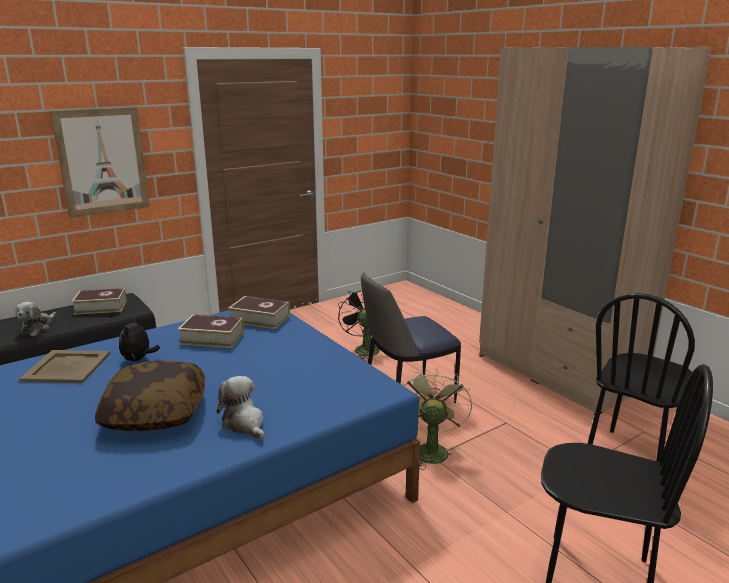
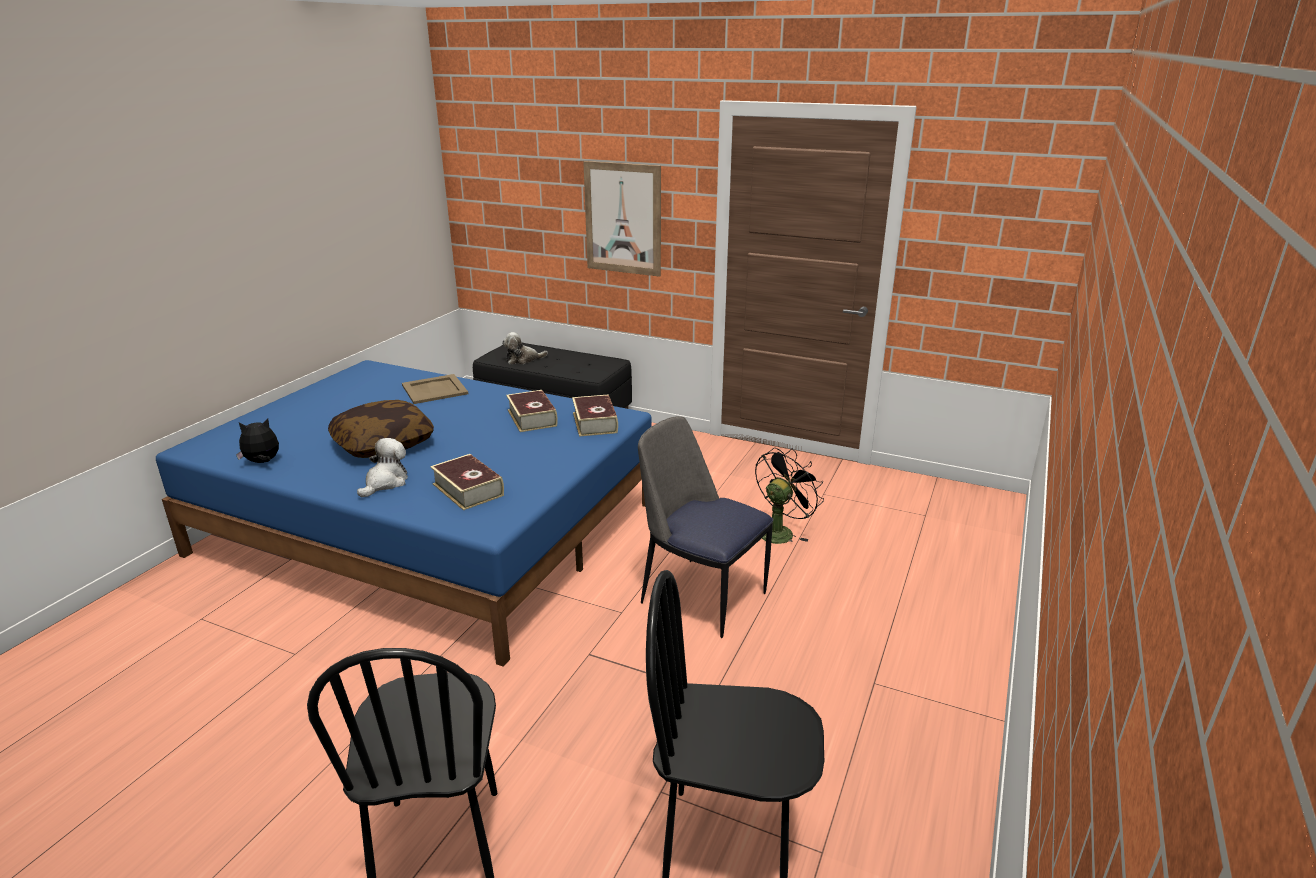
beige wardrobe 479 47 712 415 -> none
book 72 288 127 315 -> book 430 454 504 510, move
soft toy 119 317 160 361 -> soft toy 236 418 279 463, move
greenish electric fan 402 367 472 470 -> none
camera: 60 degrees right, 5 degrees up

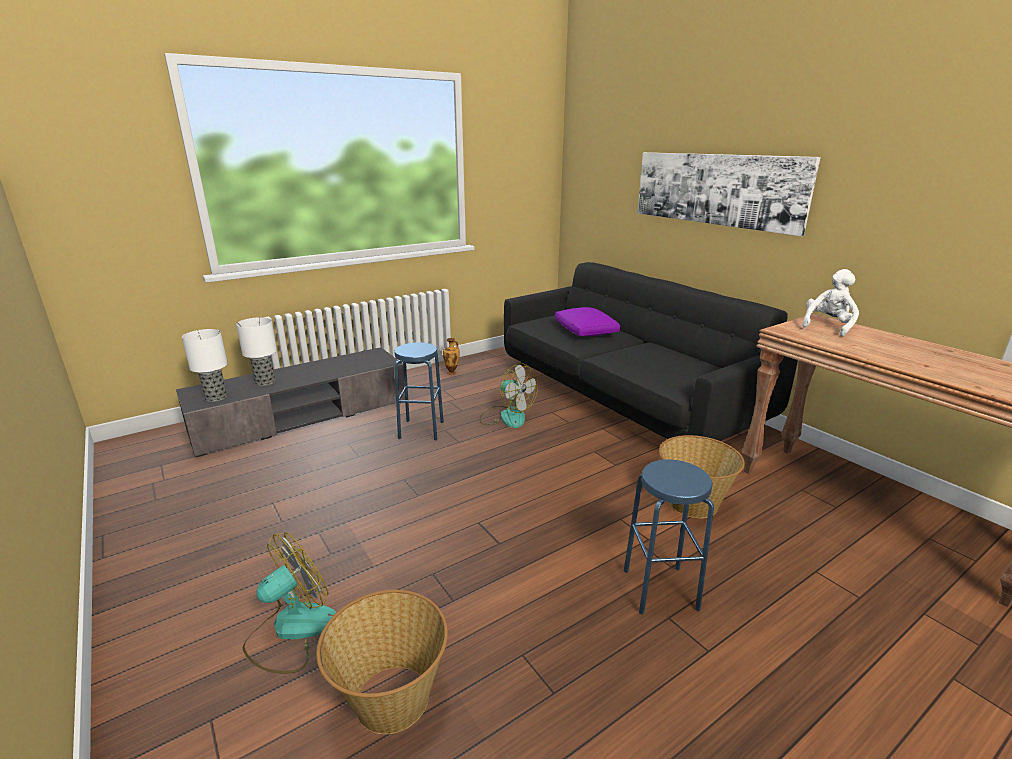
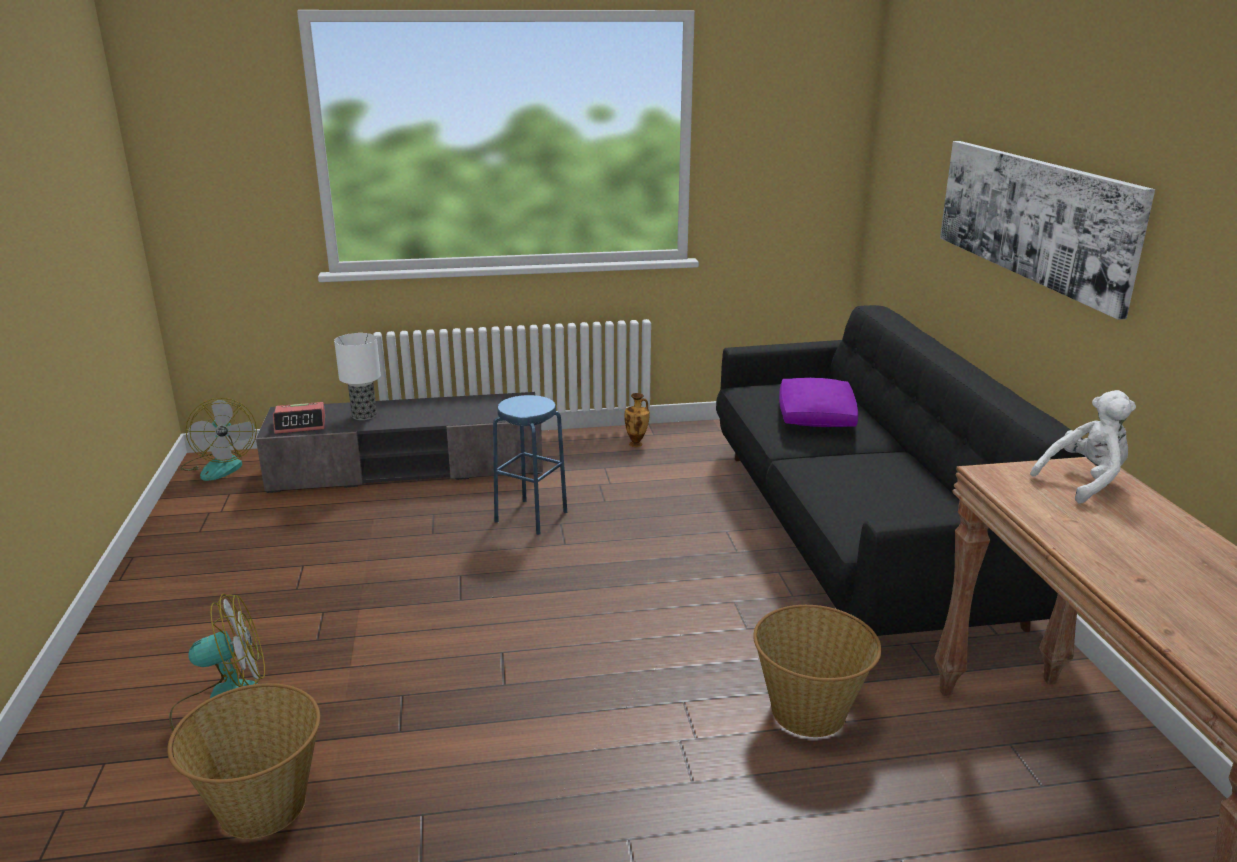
table lamp 182 329 227 402 -> alarm clock 273 402 325 434
electric fan 480 363 538 428 -> electric fan 180 398 257 481, move
blue-coloured stool seat 624 459 714 615 -> none
camera: 25 degrees right, 0 degrees up

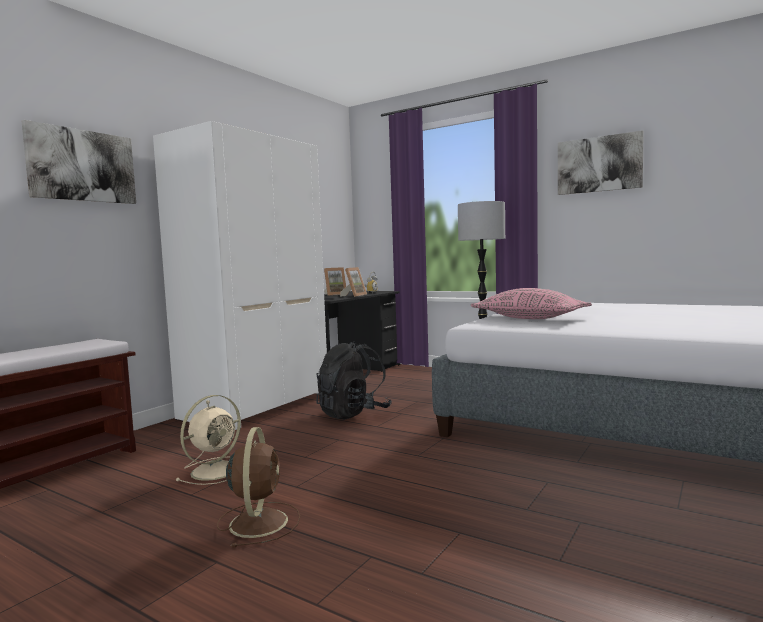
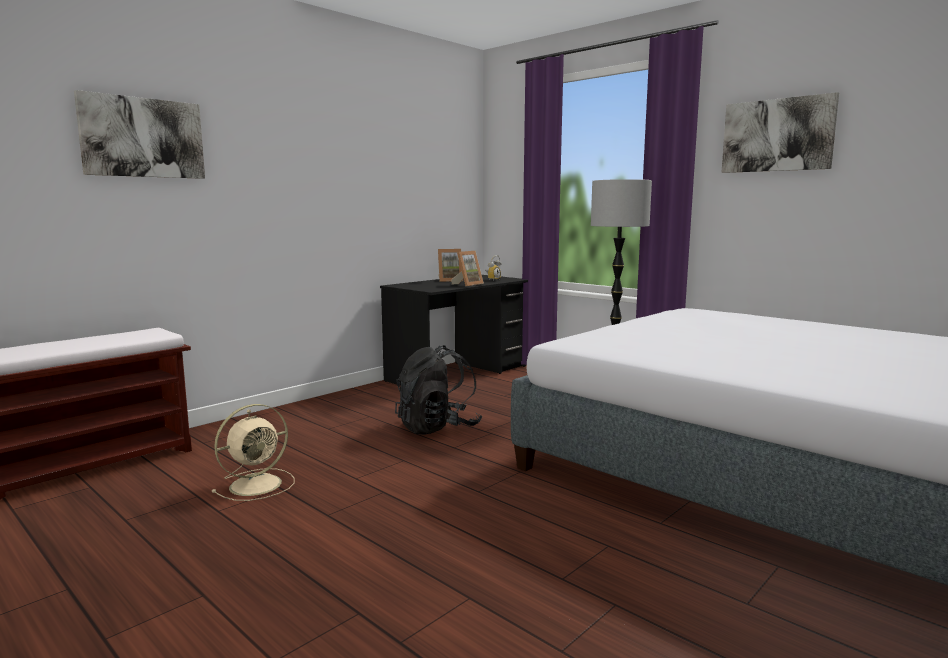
whitish wardrobe 153 121 327 430 -> none
pinkish cushion 470 288 592 319 -> none
brownish electric fan 217 427 300 547 -> none
camera: 10 degrees right, 5 degrees up

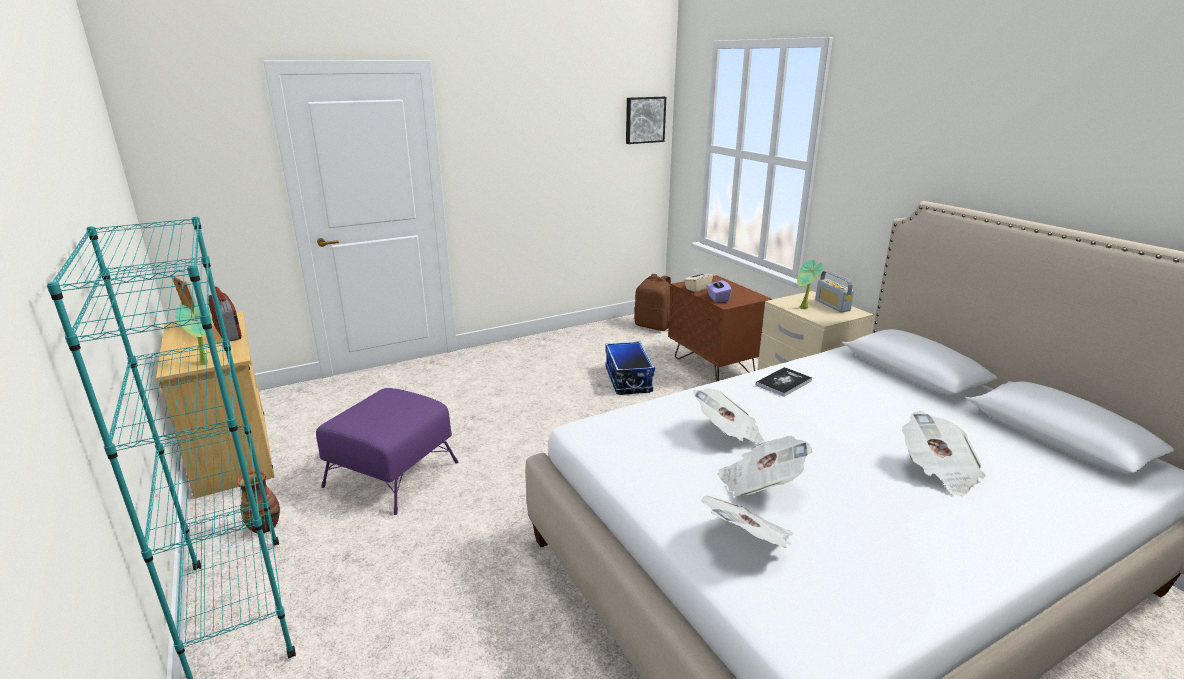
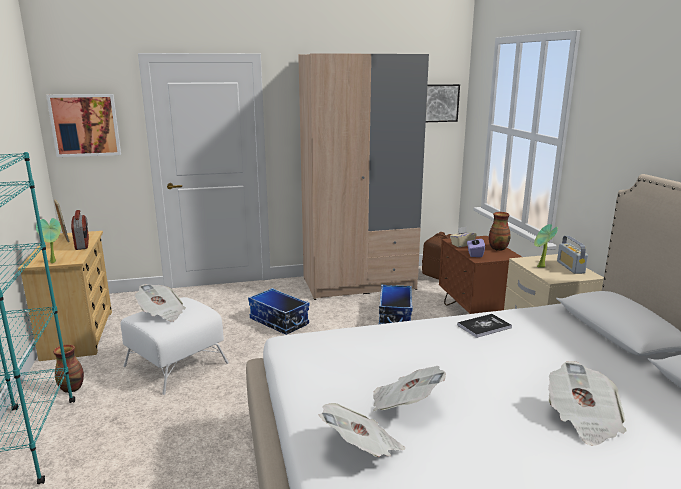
purplish footrest 316 388 459 515 -> whitish footrest 121 297 229 395
newspaper 693 388 765 444 -> newspaper 135 284 186 322, move
none -> beige wardrobe 298 53 429 300
none -> wall picture 46 94 121 157
none -> flower vase 489 212 511 251
none -> storage box 248 288 310 335
camera: 15 degrees right, 5 degrees down

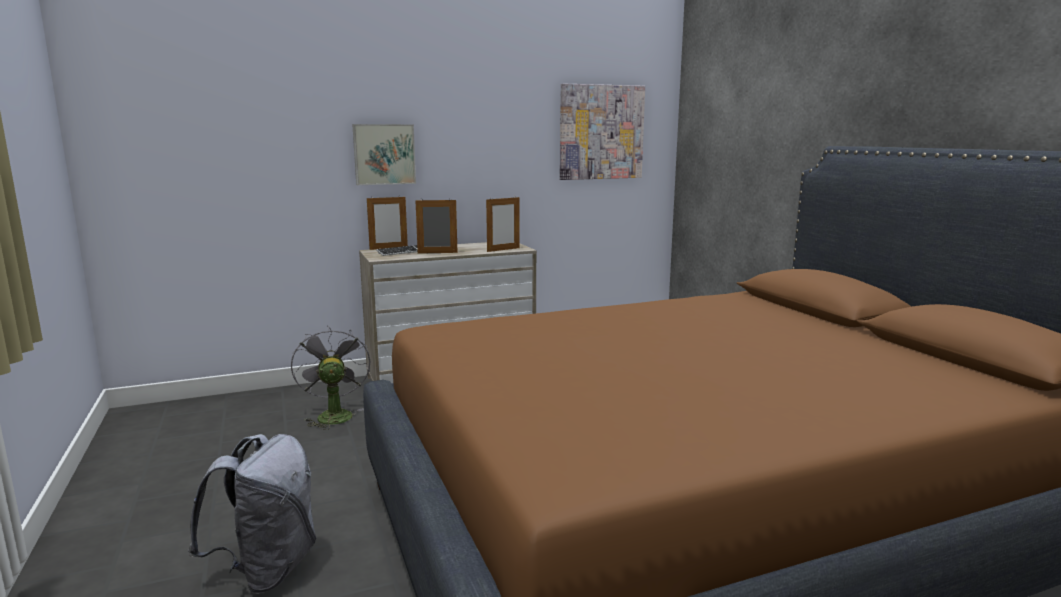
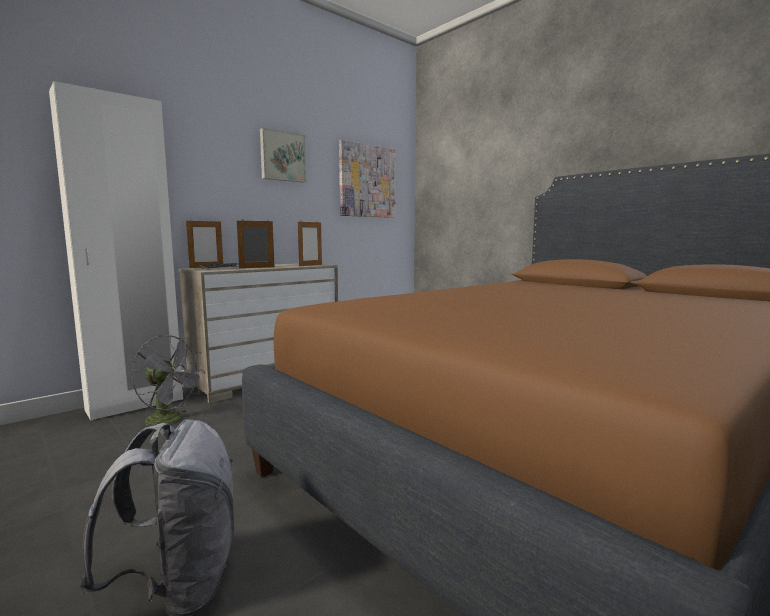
wall picture 352 124 416 185 -> wall picture 260 128 306 183, move
grey electric fan 291 325 371 430 -> grey electric fan 132 335 205 426, 150 degrees clockwise
none -> whitish wardrobe 49 81 183 421
camera: 20 degrees left, 5 degrees down

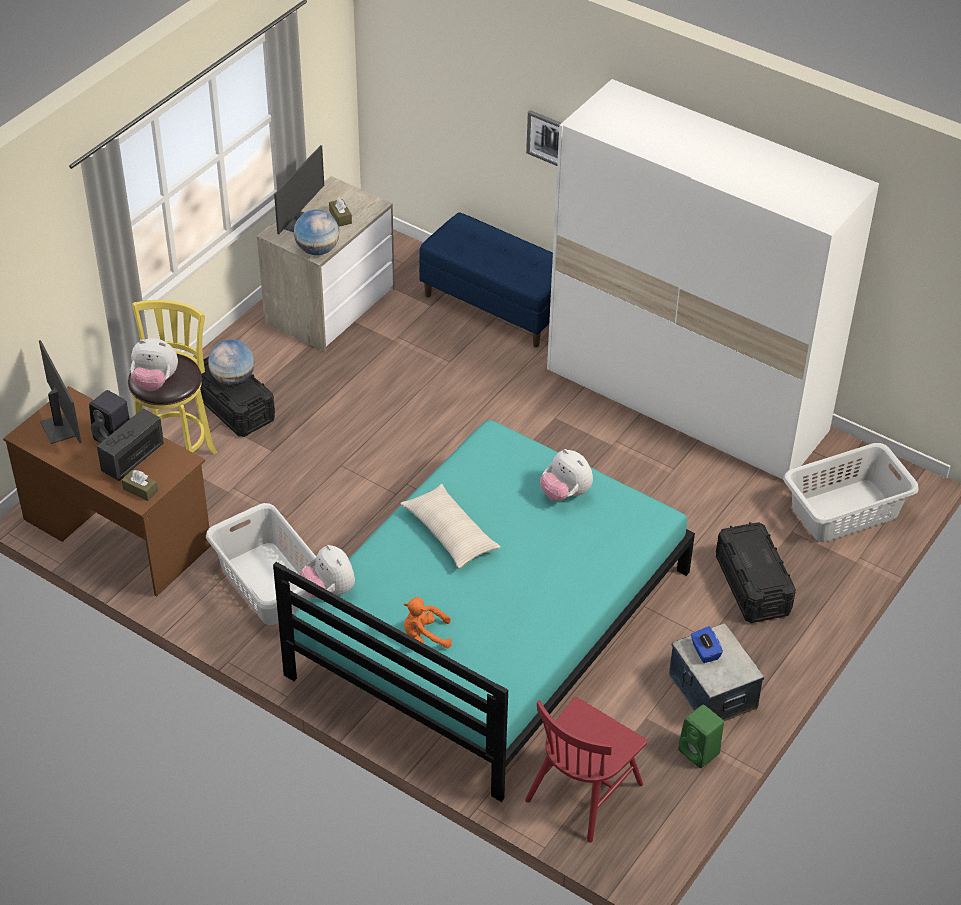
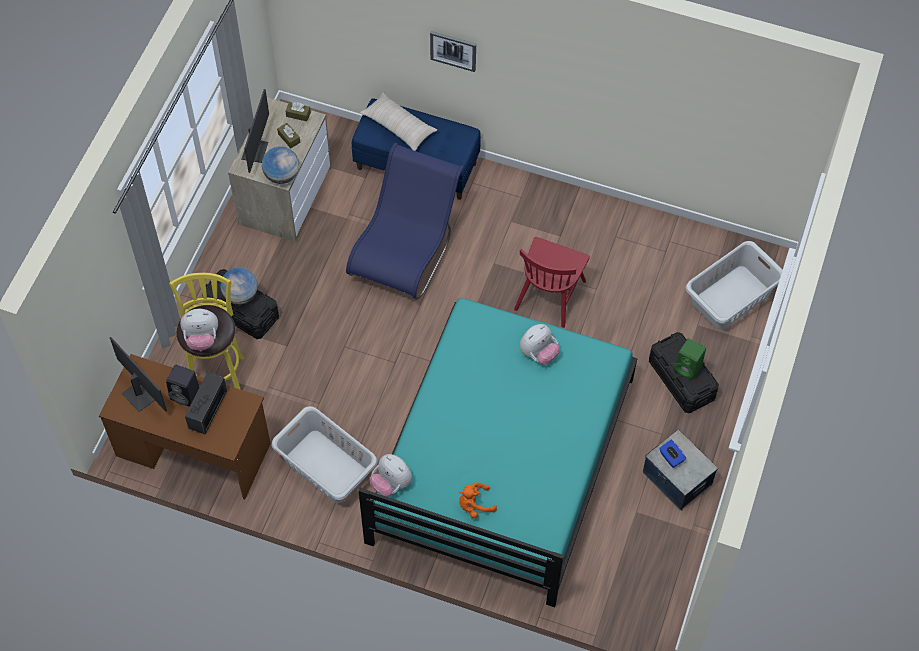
whitish wardrobe 547 79 879 479 -> none
soft toy 540 449 593 501 -> soft toy 519 324 560 365, 75 degrees counterclockwise
brownish tissue holder 122 470 158 501 -> brownish tissue holder 285 102 311 121, move
beige cushion 400 484 501 568 -> beige cushion 360 92 437 151, move
red-coloured plain chair 525 697 647 843 -> red-coloured plain chair 514 237 590 328, move
greenish audio speaker 678 705 724 768 -> greenish audio speaker 673 339 706 381, move
none -> blue-coloured plain chair 346 143 464 300
camera: 15 degrees left, 15 degrees up

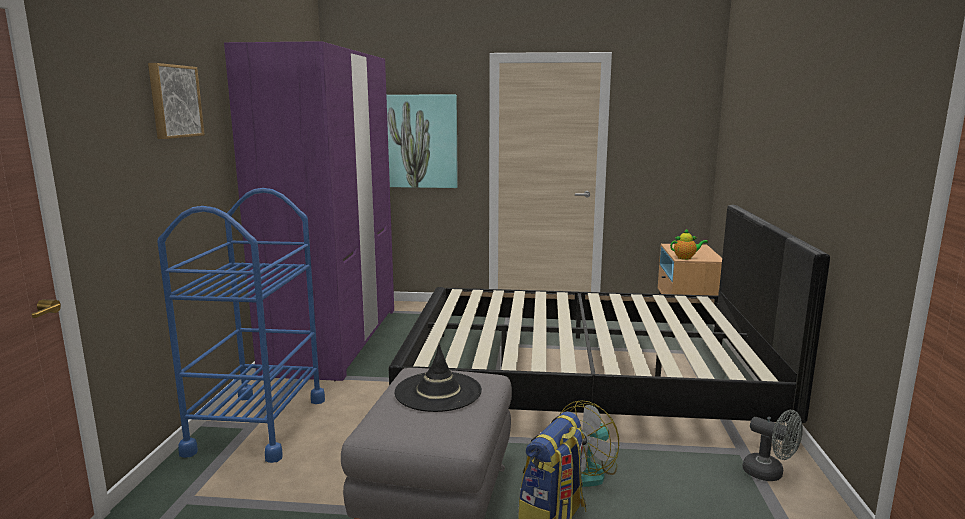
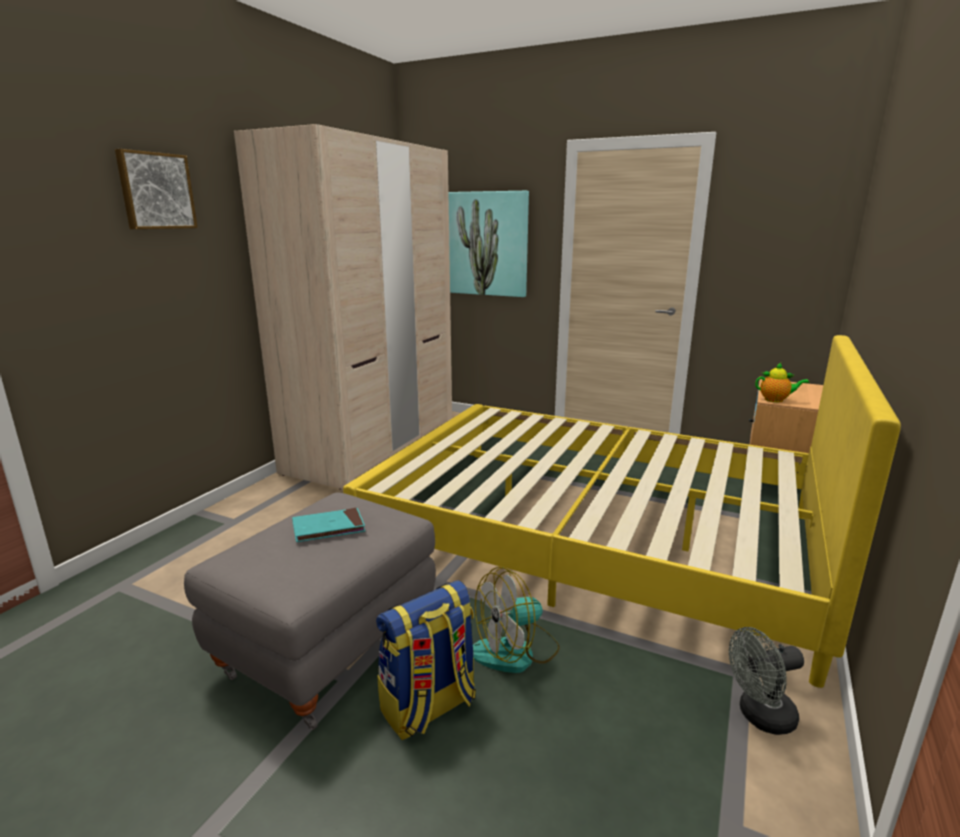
purplish wardrobe 224 41 394 381 -> beige wardrobe 234 124 452 489
blue-coloured cart 157 188 325 463 -> none
black sleeping bed 389 205 830 450 -> yellow-coloured sleeping bed 343 335 901 688
black clothing hat 394 344 482 412 -> turquoise-coloured book 292 508 365 542
grey electric fan 742 410 803 481 -> grey electric fan 729 627 804 735, 105 degrees clockwise
camera: 20 degrees right, 5 degrees up

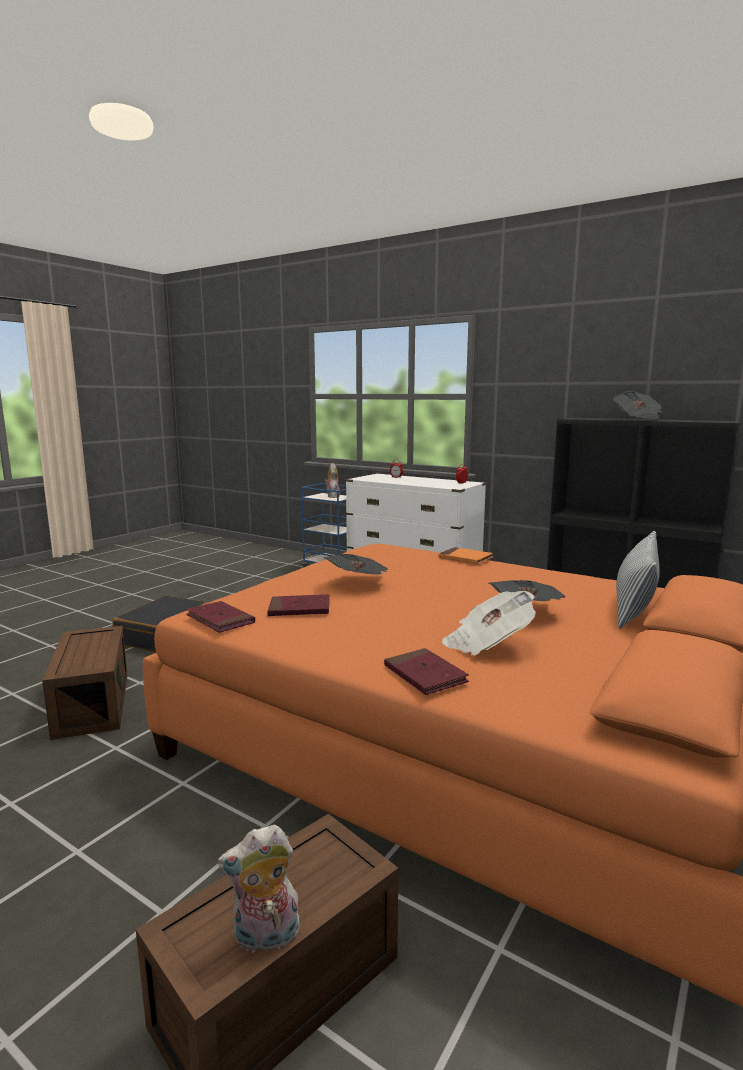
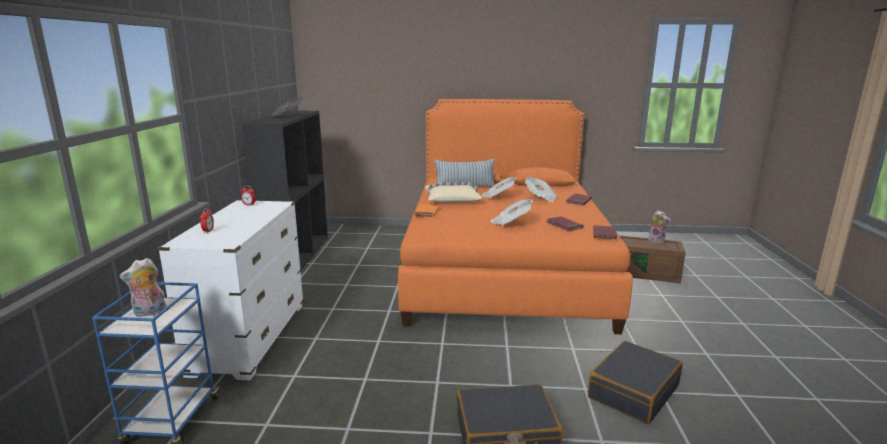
brownish storage box 42 626 127 740 -> black piece of luggage 588 341 683 424
none -> beige cushion 425 182 482 203
camera: 120 degrees left, 5 degrees up

